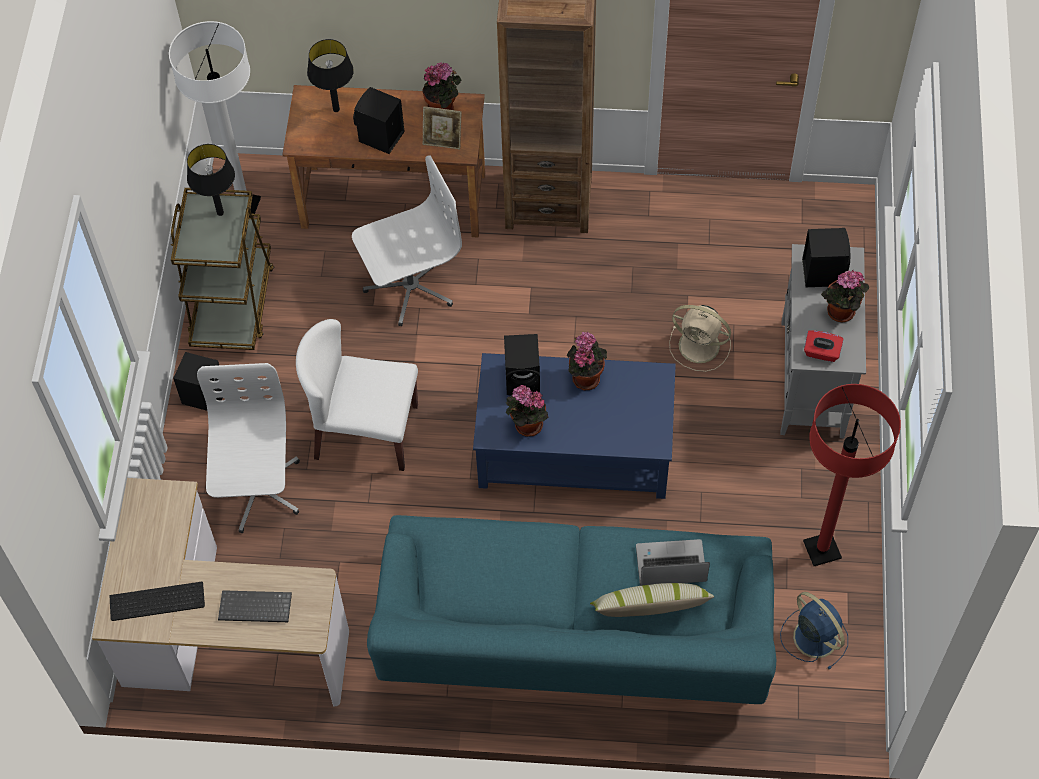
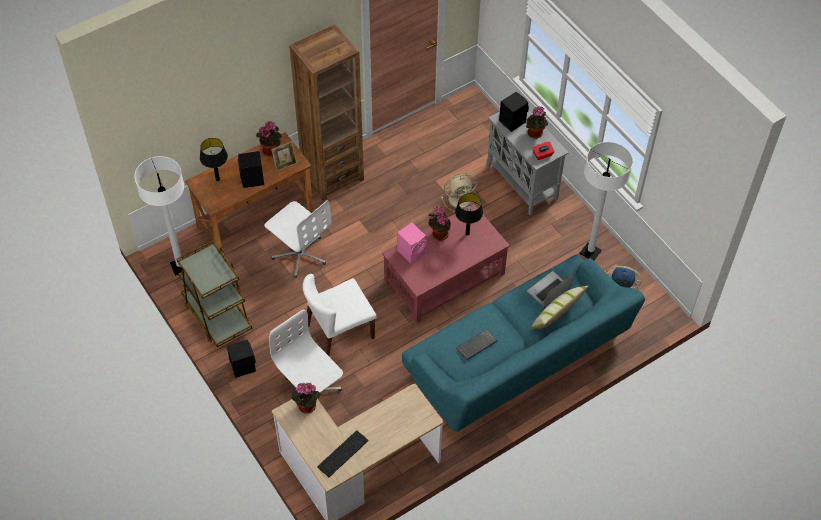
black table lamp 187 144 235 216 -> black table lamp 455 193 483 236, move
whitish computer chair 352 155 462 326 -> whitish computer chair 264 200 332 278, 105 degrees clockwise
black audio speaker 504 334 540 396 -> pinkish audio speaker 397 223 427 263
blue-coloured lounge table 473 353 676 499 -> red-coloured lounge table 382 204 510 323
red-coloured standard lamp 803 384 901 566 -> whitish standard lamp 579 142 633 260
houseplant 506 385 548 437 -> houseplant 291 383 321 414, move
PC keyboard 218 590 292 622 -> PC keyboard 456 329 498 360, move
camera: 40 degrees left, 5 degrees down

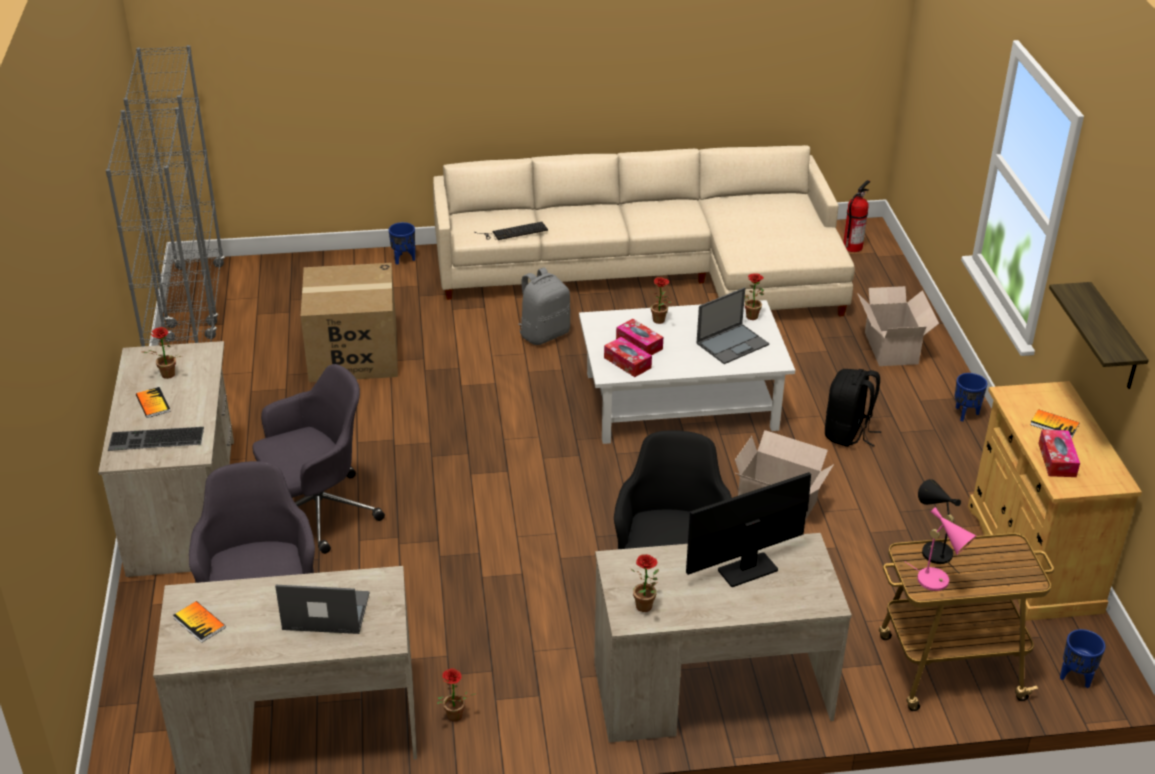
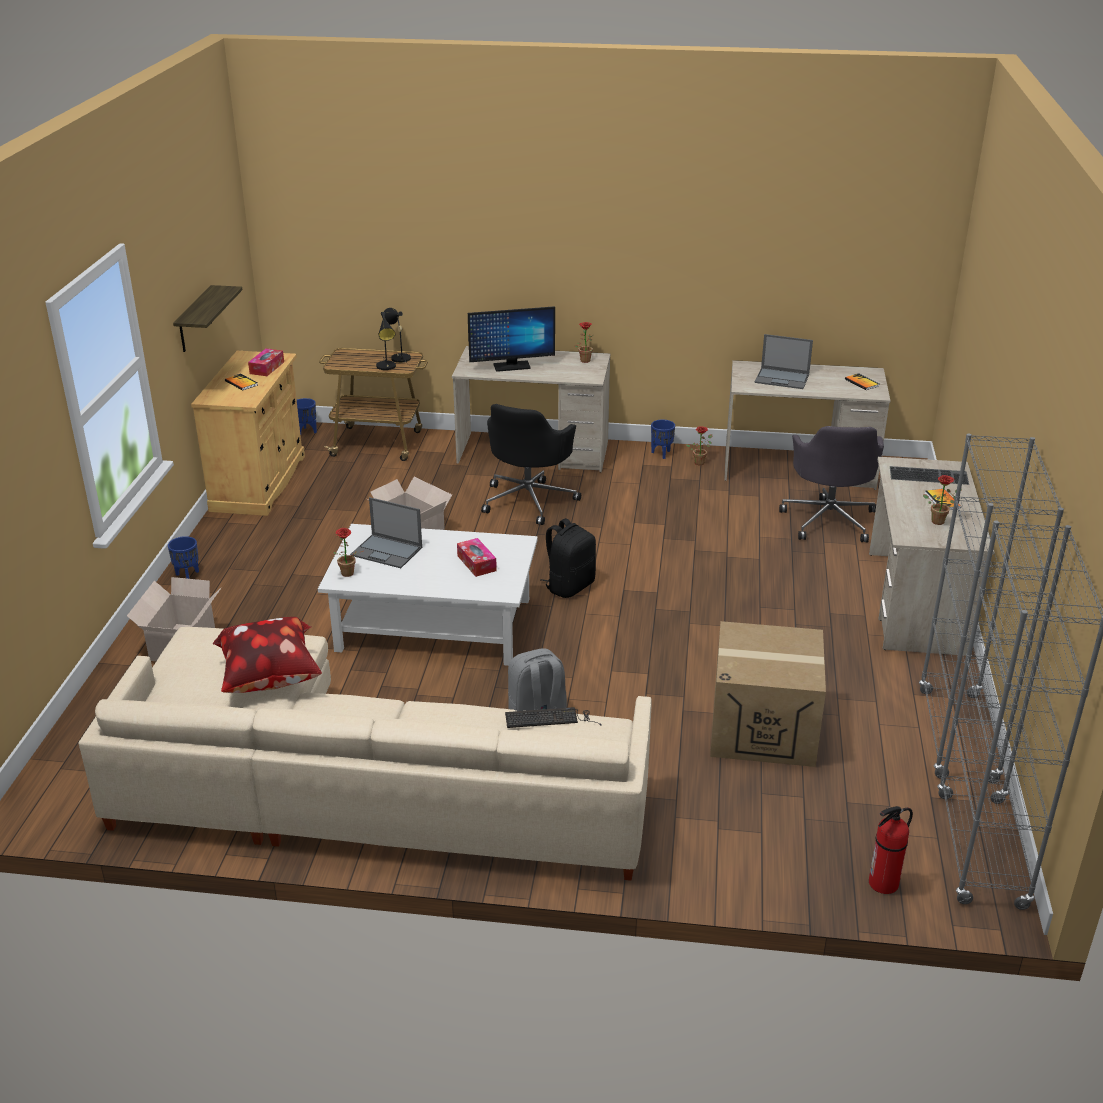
fire-fighting cylinder 843 180 871 252 -> fire-fighting cylinder 869 806 913 894, move
blue-coloured planter 389 222 415 265 -> blue-coloured planter 651 419 675 459, move
houseplant 650 277 673 324 -> none
notebook computer 696 288 769 364 -> notebook computer 350 497 422 568, 135 degrees counterclockwise
tissue holder 604 337 652 377 -> none
grey computer chair 252 364 385 554 -> none
black knapsack 825 369 881 447 -> black knapsack 540 518 596 598, move
pinkish table lamp 906 507 976 591 -> black table lamp 384 308 411 366
none -> cushion 213 617 322 693
camera: 165 degrees left, 5 degrees down

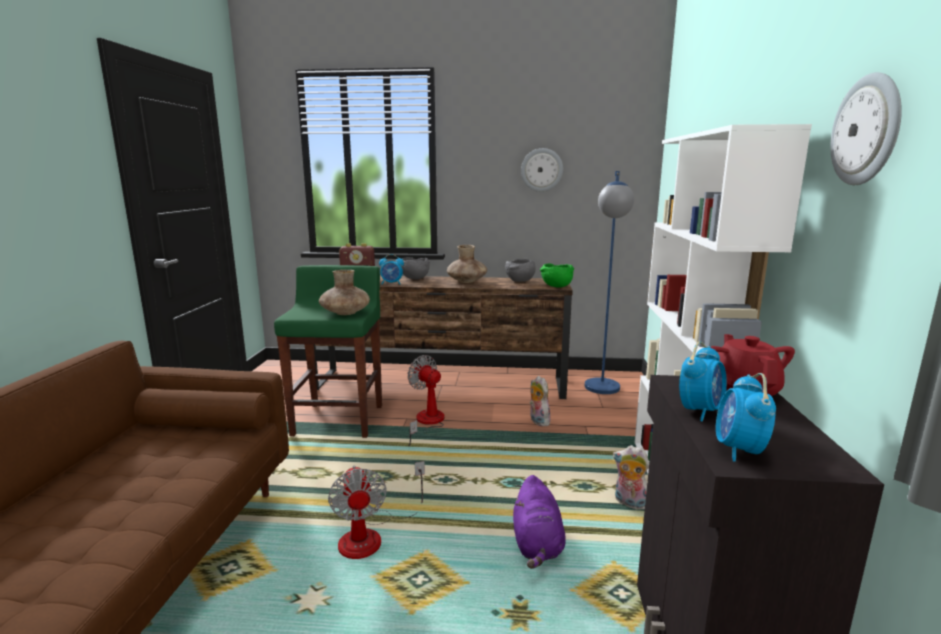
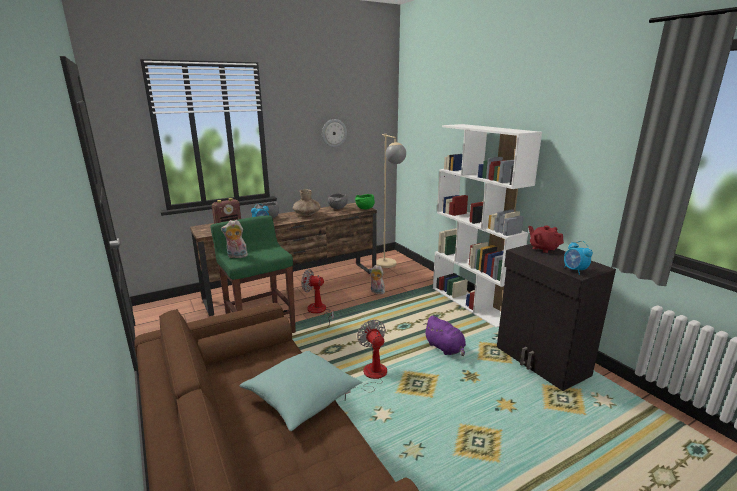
hanging clock 830 72 902 185 -> none
blue-coloured standard lamp 585 171 634 394 -> beige standard lamp 376 134 406 268
brownish flower vase 319 270 370 315 -> none
alarm clock 679 341 727 422 -> none
soft toy 613 445 649 510 -> soft toy 221 220 248 258, move
electric fan 328 461 425 559 -> electric fan 345 319 387 401, 150 degrees counterclockwise
none -> turquoise-coloured cushion 240 351 363 431
camera: 35 degrees left, 5 degrees up

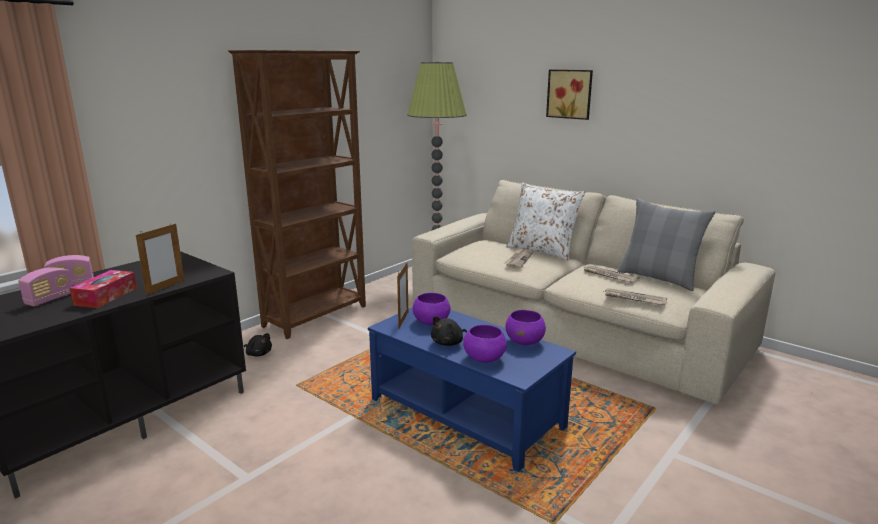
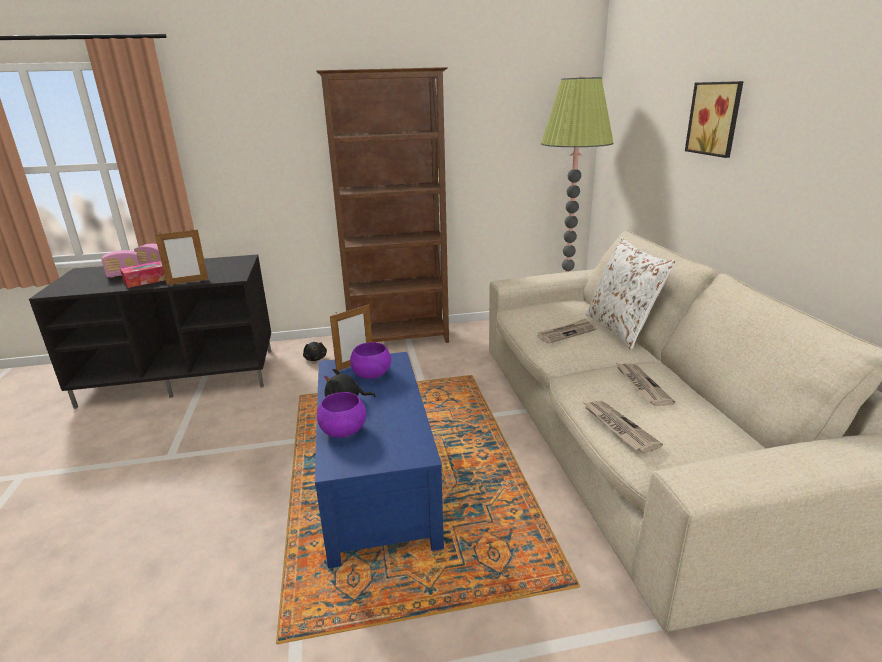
grey cushion 618 198 715 291 -> none
purplish bowl 505 310 546 345 -> none
camera: 40 degrees right, 5 degrees up

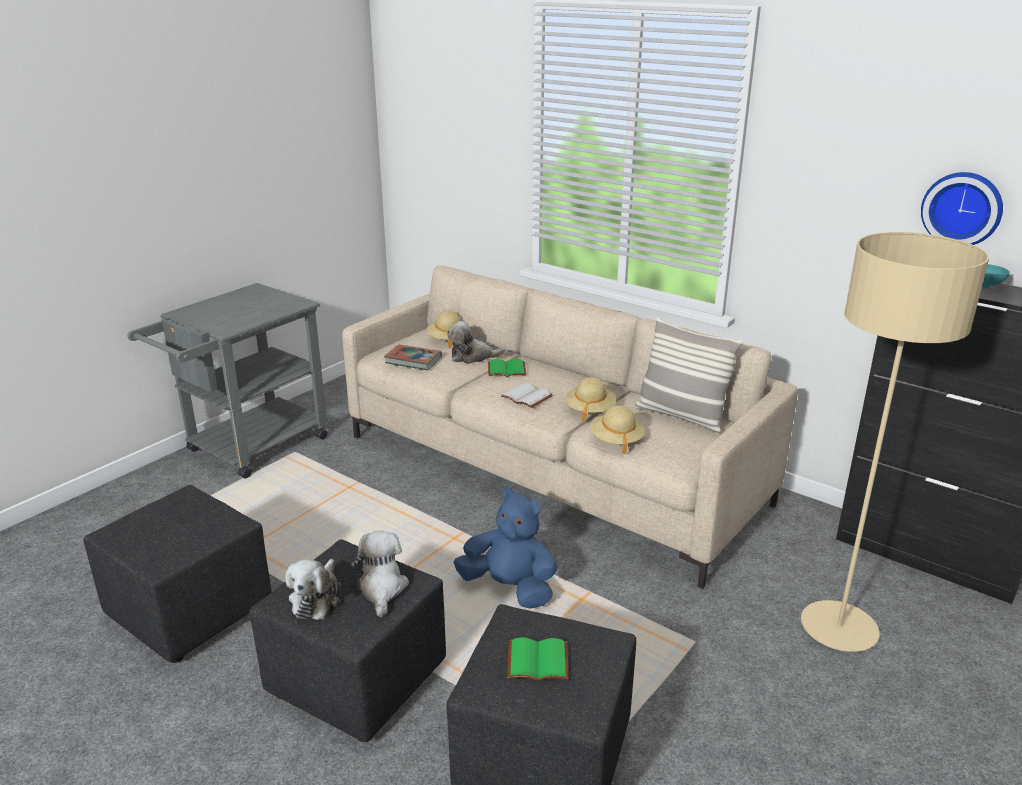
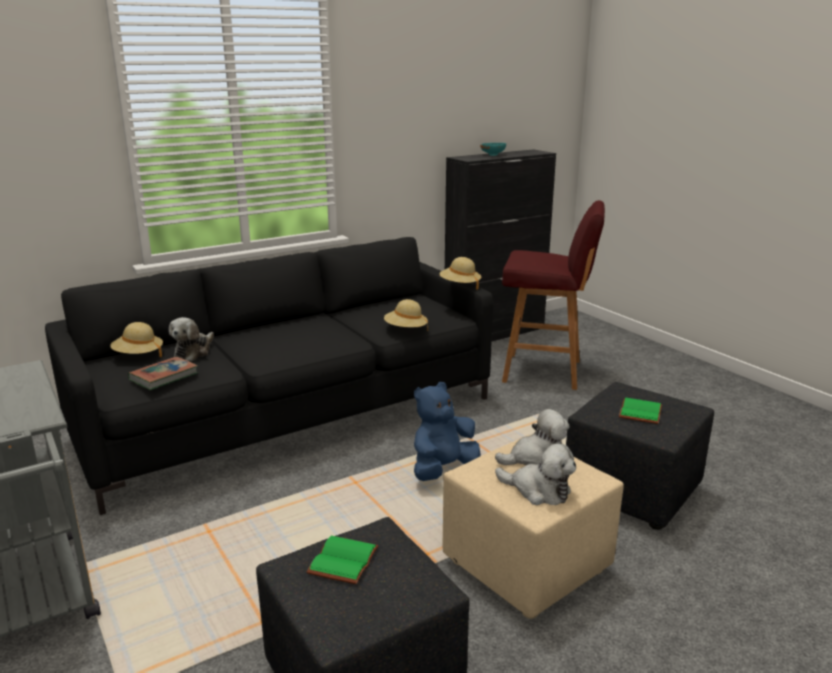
hanging clock 921 172 1003 245 -> none
beige standard lamp 801 232 989 652 -> red-coloured stool seat 502 200 605 390
beige sofa 342 266 798 589 -> black sofa 45 237 493 515
cushion 634 318 743 433 -> none
greenish book 488 359 526 377 -> greenish book 307 536 379 584, move
beige clothing hat 566 377 616 422 -> beige clothing hat 440 257 481 290, move
whitish book 501 383 553 408 -> none
soft toy 351 531 409 617 -> soft toy 495 409 570 465, 150 degrees clockwise
black footrest 249 539 446 742 -> beige footrest 443 435 624 619
camera: 70 degrees left, 5 degrees down

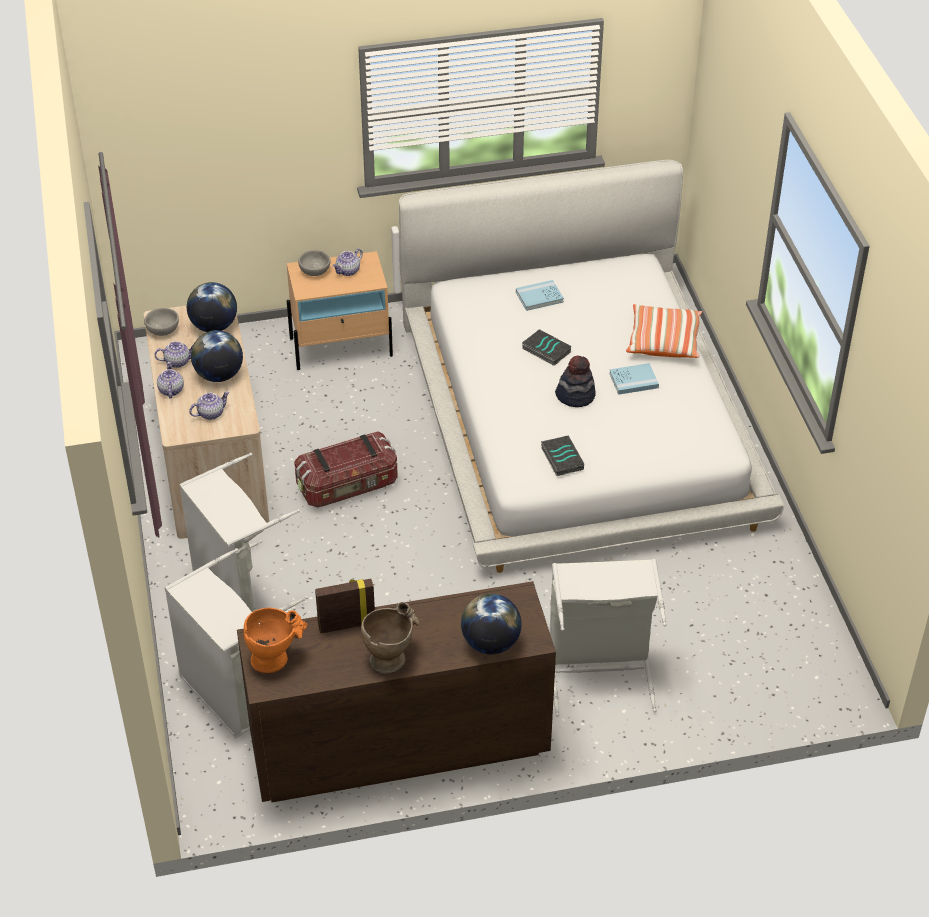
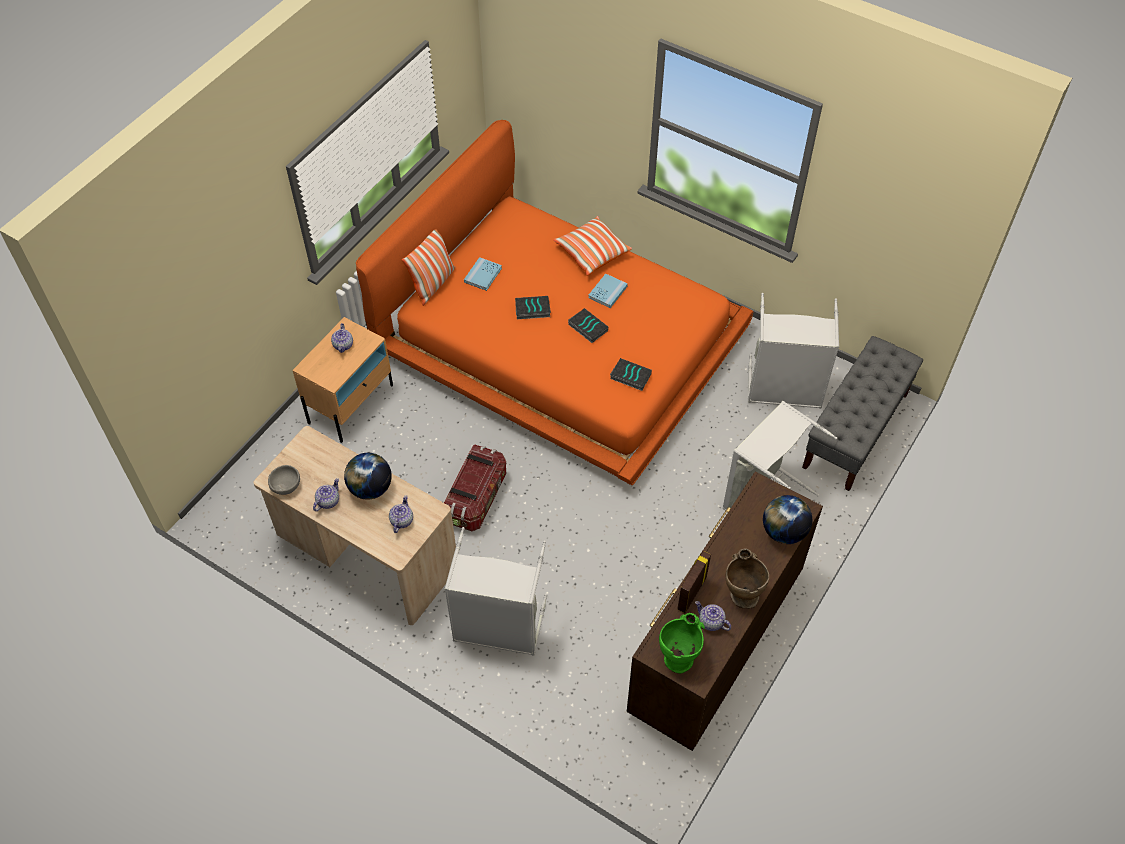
whitish sleeping bed 399 160 784 573 -> orange-coloured sleeping bed 356 120 753 485
grey bowl 298 250 330 276 -> none
globe 187 282 237 332 -> none
clothing hat 555 356 596 407 -> book 568 308 608 343
teapot 157 362 184 399 -> teapot 695 601 731 631, move
grey hamper 165 548 296 738 -> grey hamper 748 293 839 409, move
orange-coloured flower vase 244 608 308 673 -> greenish flower vase 659 613 705 674
none -> cushion 402 229 455 306
none -> grey bench 802 336 923 491
camera: 45 degrees left, 10 degrees up

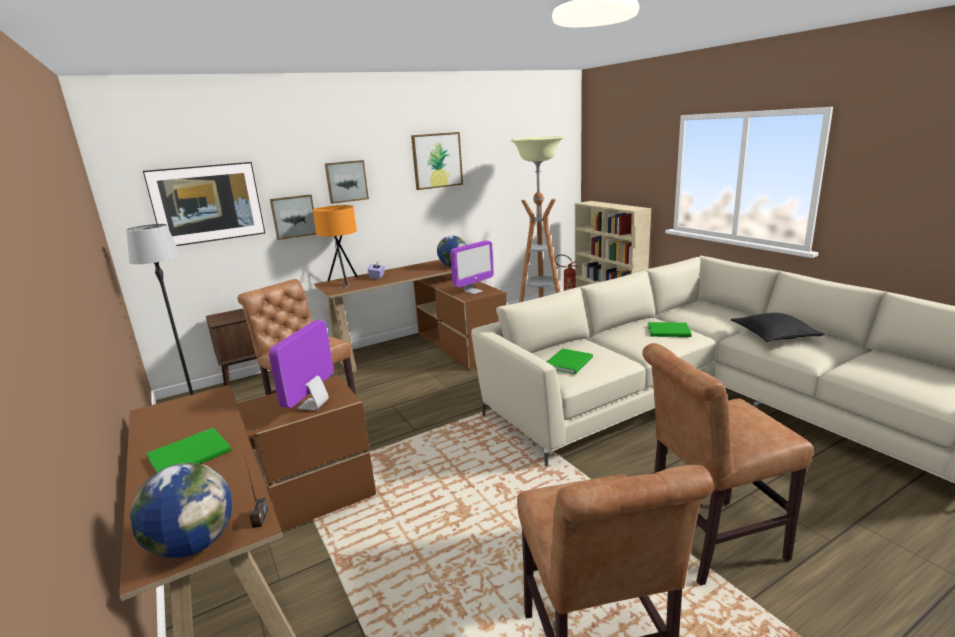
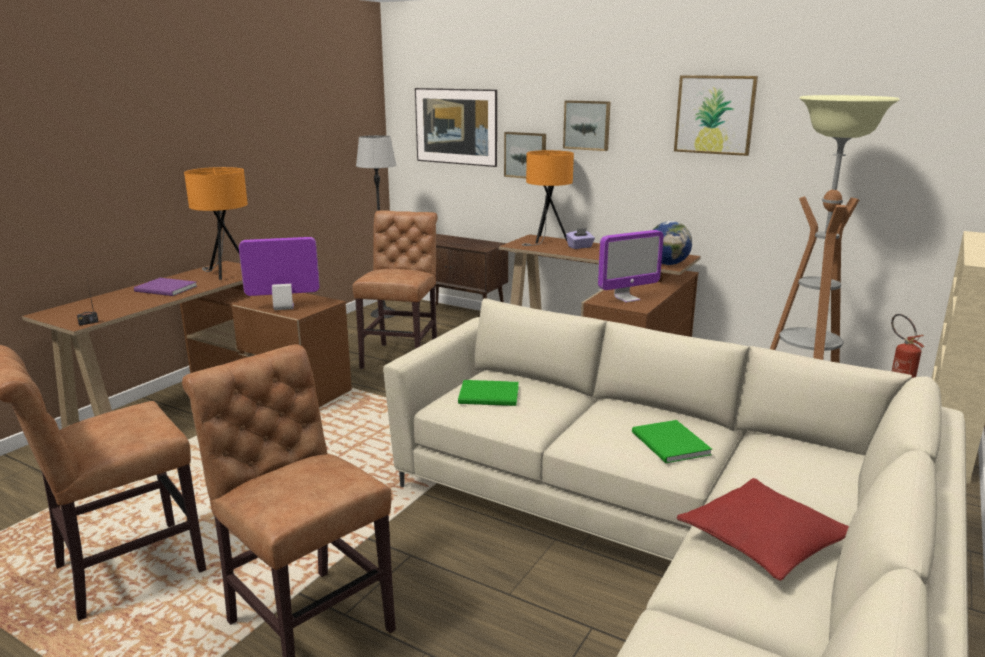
computer display 450 240 494 294 -> computer display 598 230 664 303, 45 degrees counterclockwise
black cushion 731 313 825 342 -> red-coloured cushion 676 478 849 581
greenish book 146 428 231 473 -> purplish book 134 278 197 296
globe 130 463 232 558 -> none
none -> orange-coloured table lamp 184 167 248 280
camera: 60 degrees right, 0 degrees up

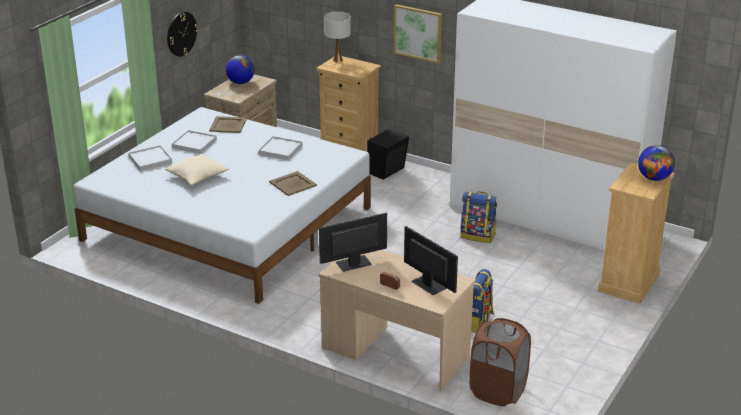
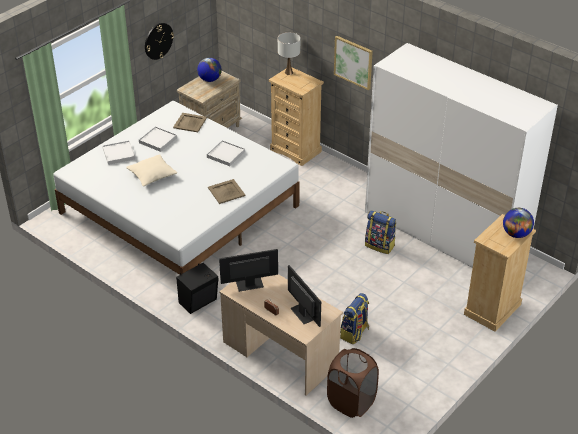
black audio speaker 367 129 409 180 -> black audio speaker 176 263 218 314, move
camera: 10 degrees right, 10 degrees up

